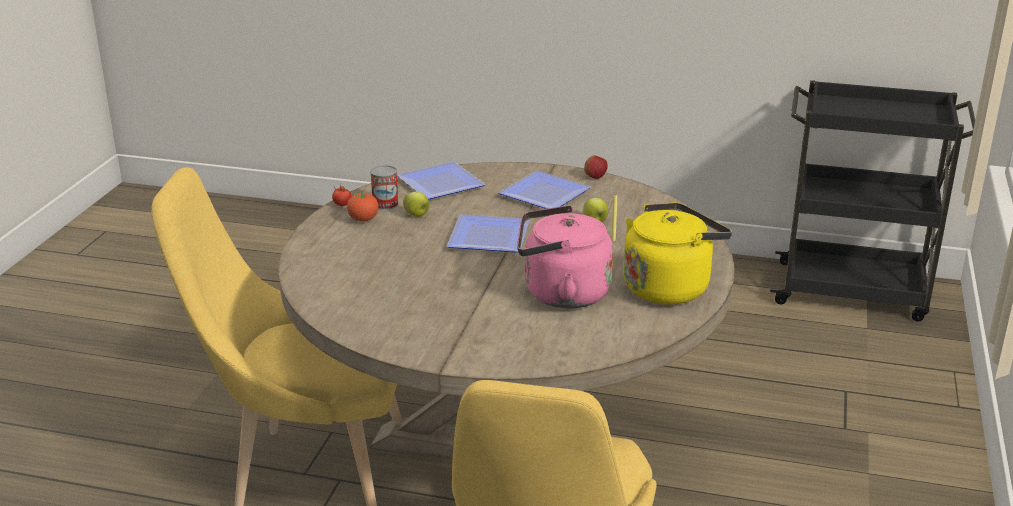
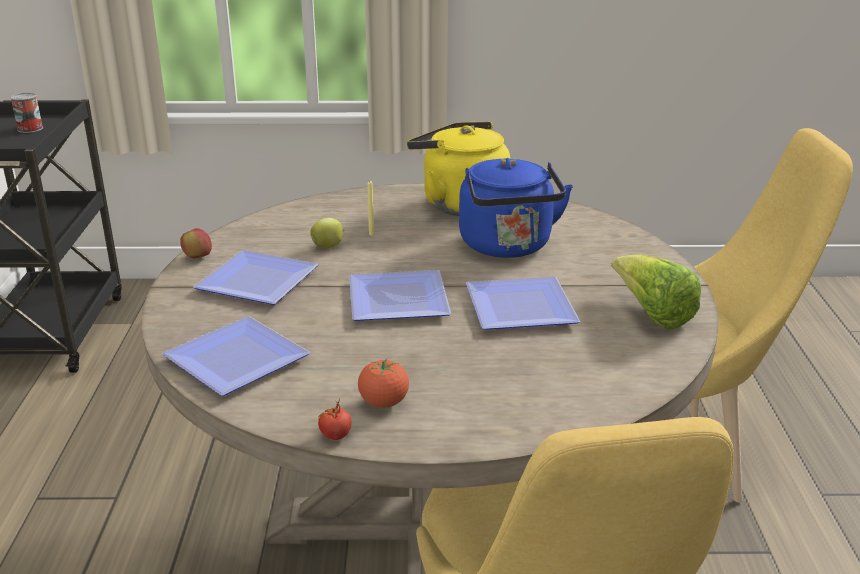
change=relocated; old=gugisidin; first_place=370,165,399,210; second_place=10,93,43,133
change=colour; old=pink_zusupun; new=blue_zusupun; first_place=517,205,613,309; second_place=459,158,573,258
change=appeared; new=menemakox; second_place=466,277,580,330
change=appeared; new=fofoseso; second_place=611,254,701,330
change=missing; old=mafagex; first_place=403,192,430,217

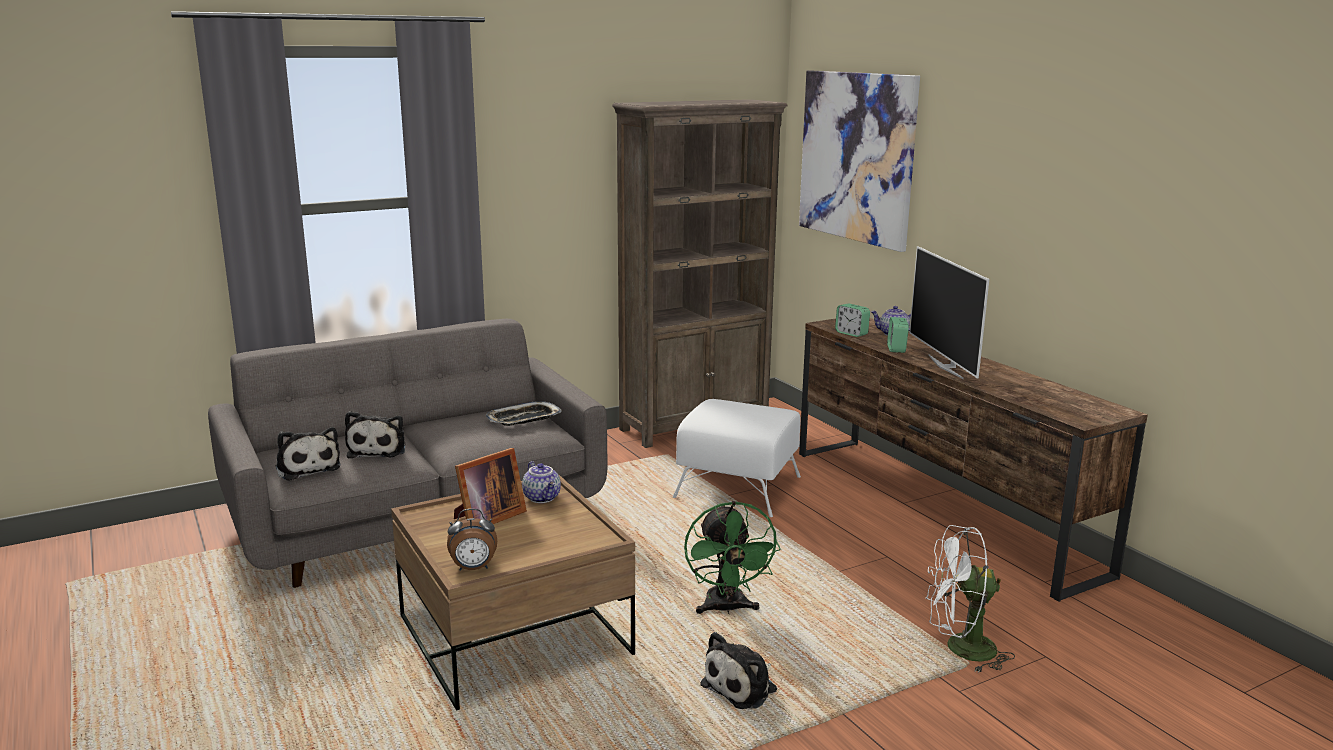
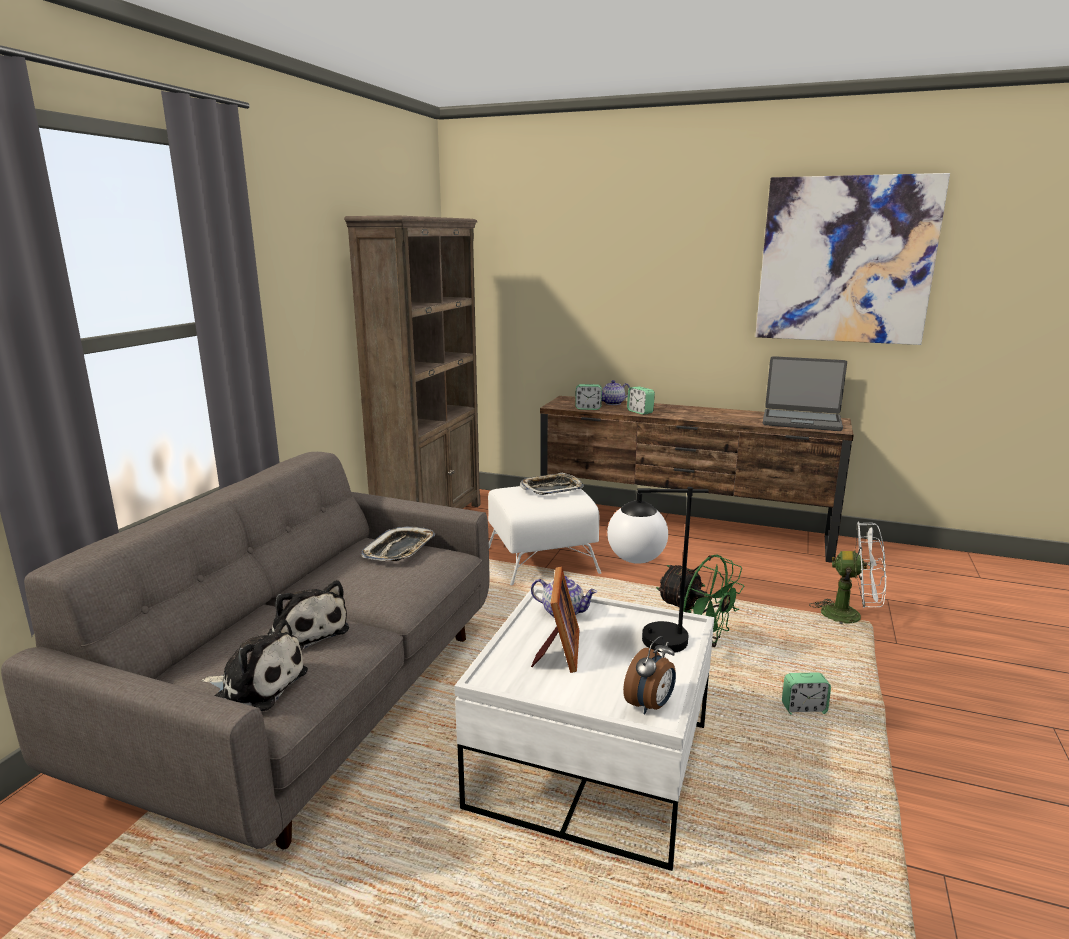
change=colour; old=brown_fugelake; new=white_fugelake; first_place=391,474,635,711; second_place=454,586,714,871
change=appeared; new=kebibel; second_place=520,473,584,495
change=appeared; new=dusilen; second_place=607,487,708,653
change=relocated; old=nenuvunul; first_place=799,71,920,252; second_place=755,173,950,345
change=appeared; new=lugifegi; second_place=763,356,847,431
change=exchanged; old=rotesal; new=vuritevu; first_place=700,632,777,709; second_place=782,672,831,715
change=spun; old=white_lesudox; first_place=925,525,1015,673; second_place=809,521,886,624; degrees=-120
change=missing; old=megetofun; first_place=909,246,989,380

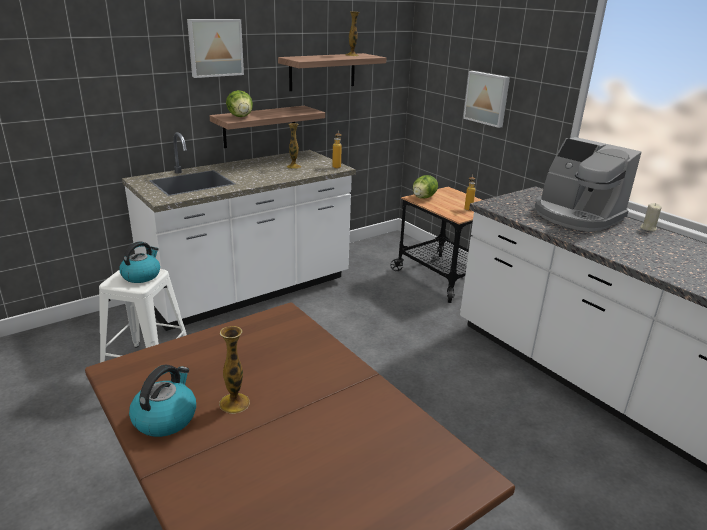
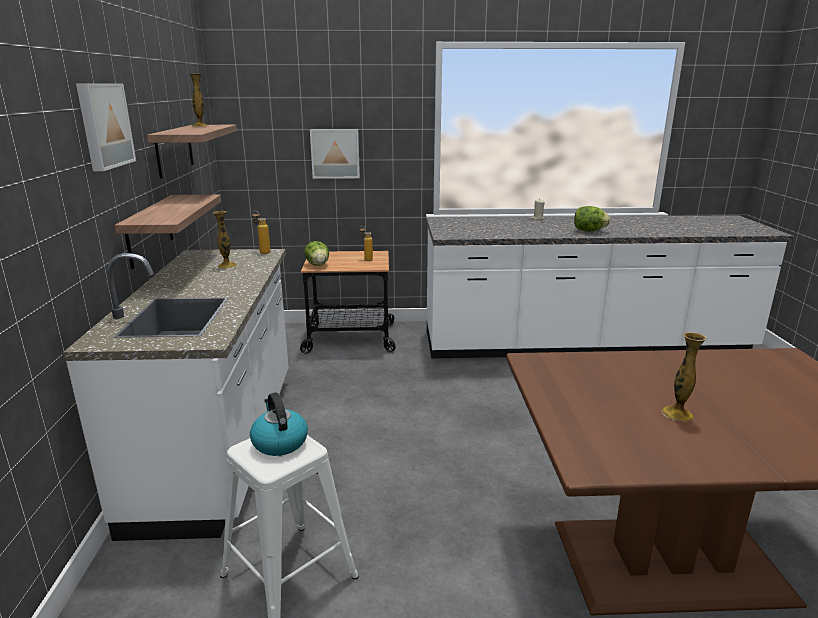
change=relocated; old=fofoseso; first_place=226,90,253,117; second_place=574,206,610,231
change=missing; old=zusupun; first_place=129,365,196,437
change=missing; old=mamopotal; first_place=535,137,641,231

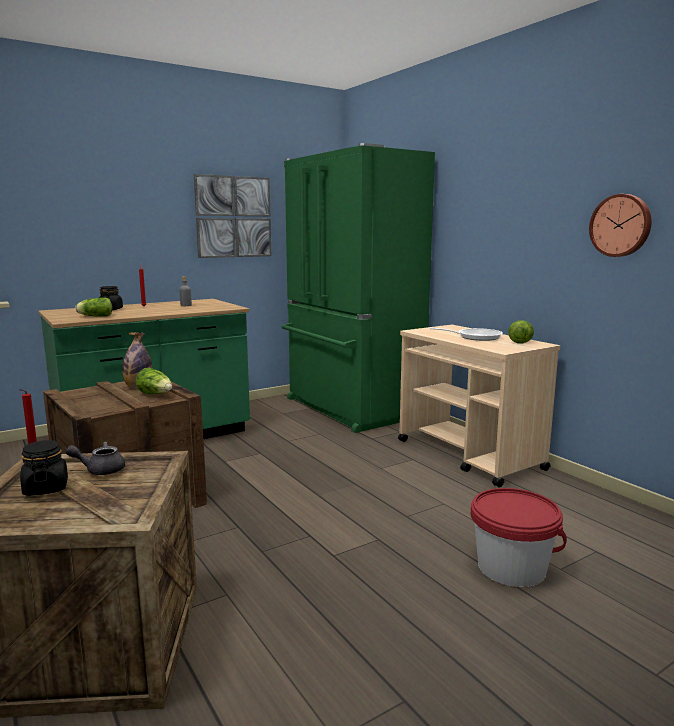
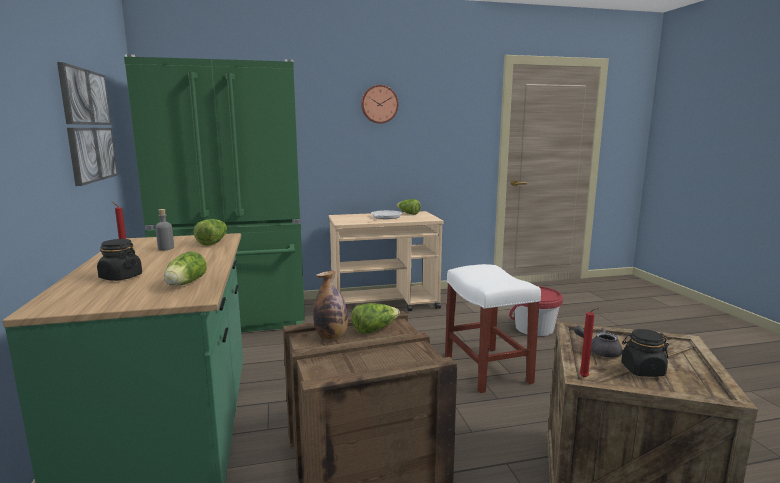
change=appeared; new=fofoseso; second_place=194,219,227,246
change=relocated; old=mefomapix; first_place=589,194,652,257; second_place=361,85,398,124
change=appeared; new=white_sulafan; second_place=445,264,541,393
change=spun; old=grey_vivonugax; first_place=65,442,125,475; second_place=574,325,622,358; degrees=105

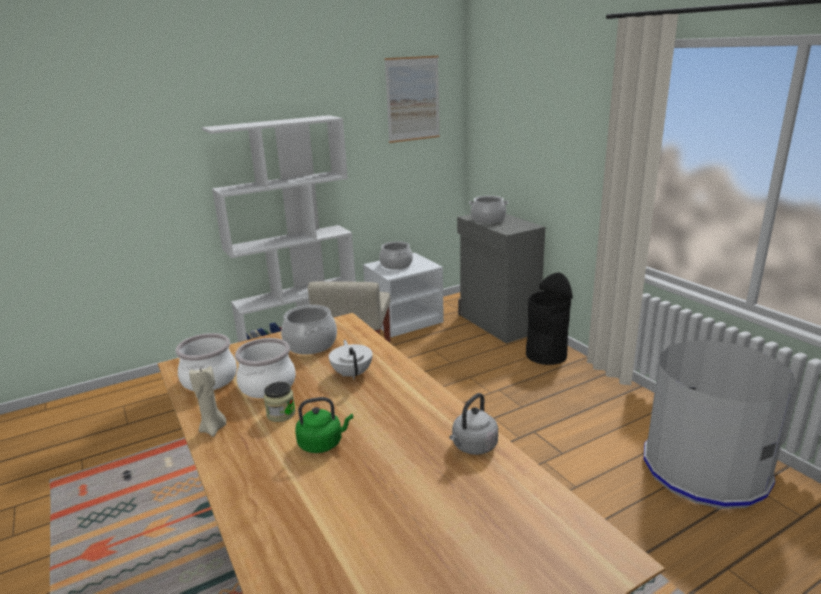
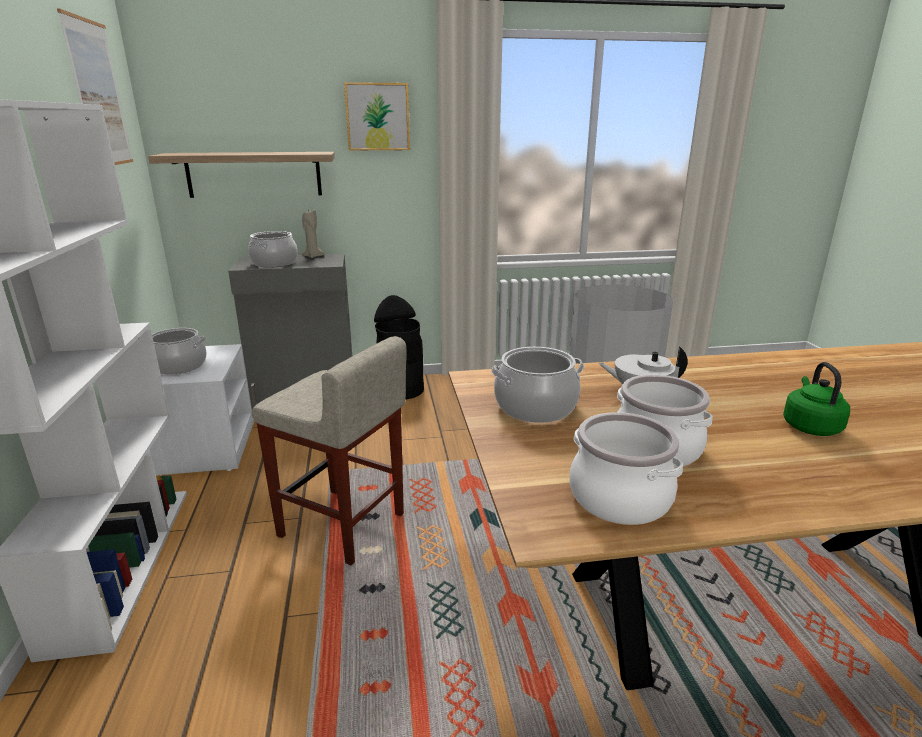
change=appeared; new=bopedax; second_place=148,152,335,198
change=relocated; old=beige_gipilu; first_place=189,366,226,437; second_place=302,210,324,258
change=appeared; new=nenuvunul; second_place=344,82,410,151
change=missing; old=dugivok; first_place=264,382,295,422
change=missing; old=grey_zusupun; first_place=449,393,498,455

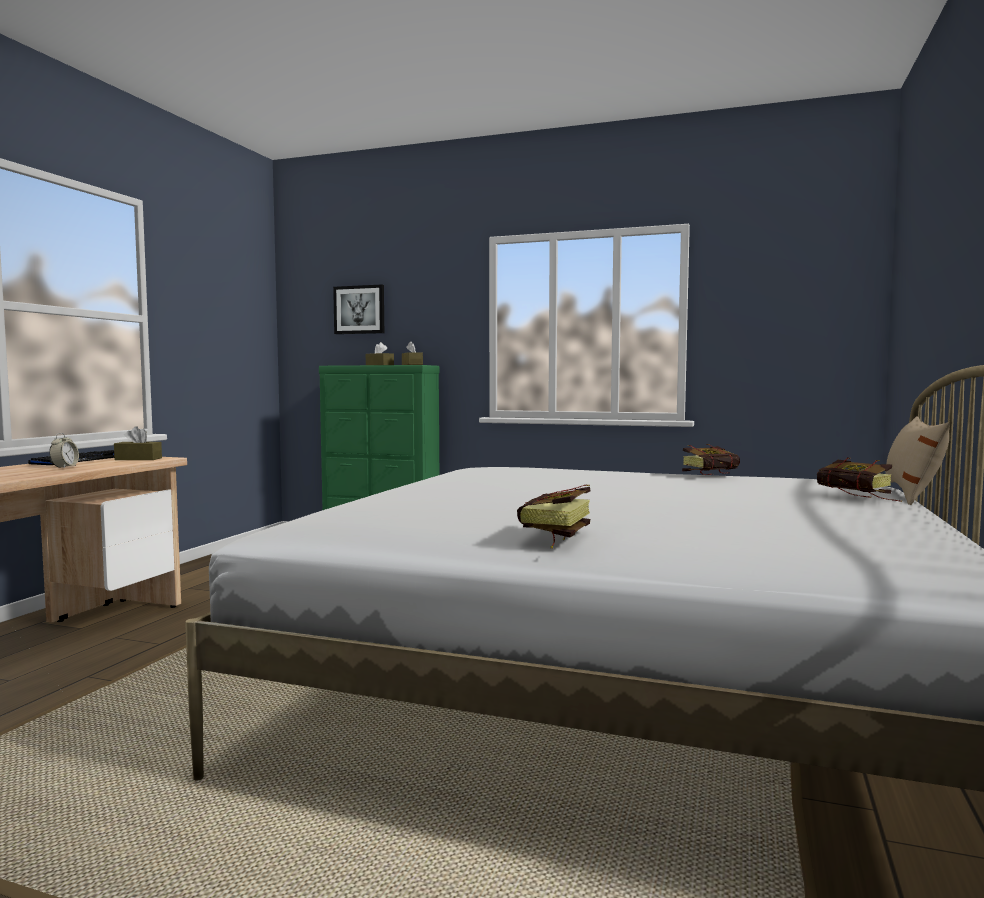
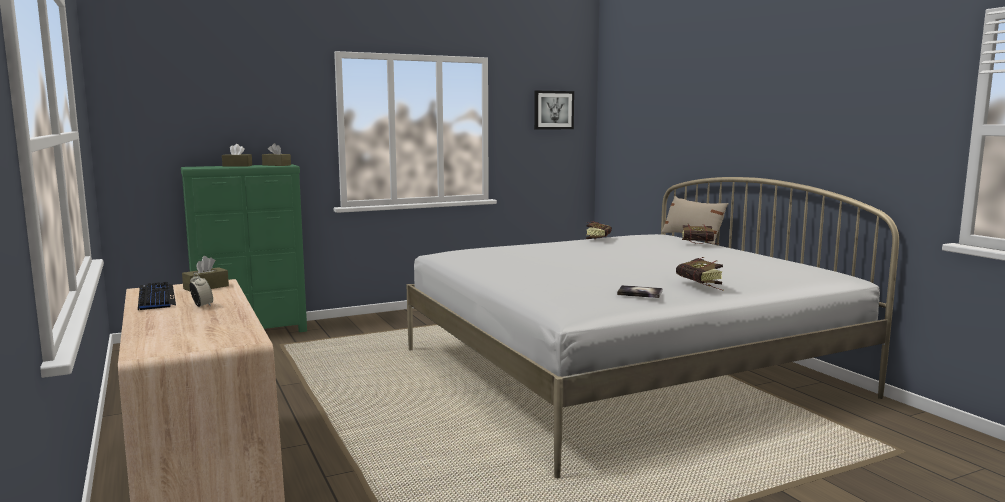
change=relocated; old=nenuvunul; first_place=333,284,384,334; second_place=534,91,574,130
change=appeared; new=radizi; second_place=617,285,662,298

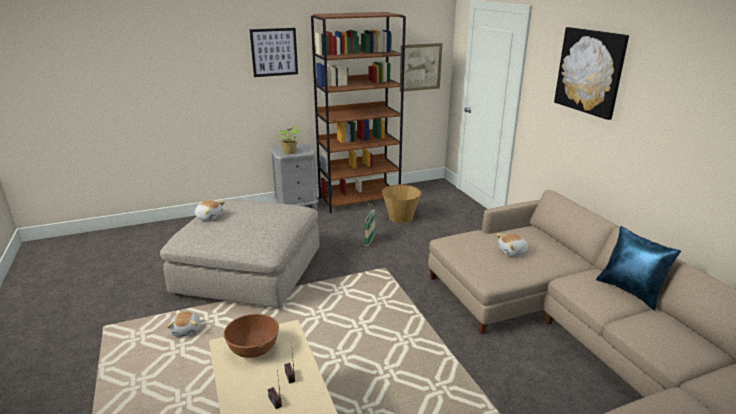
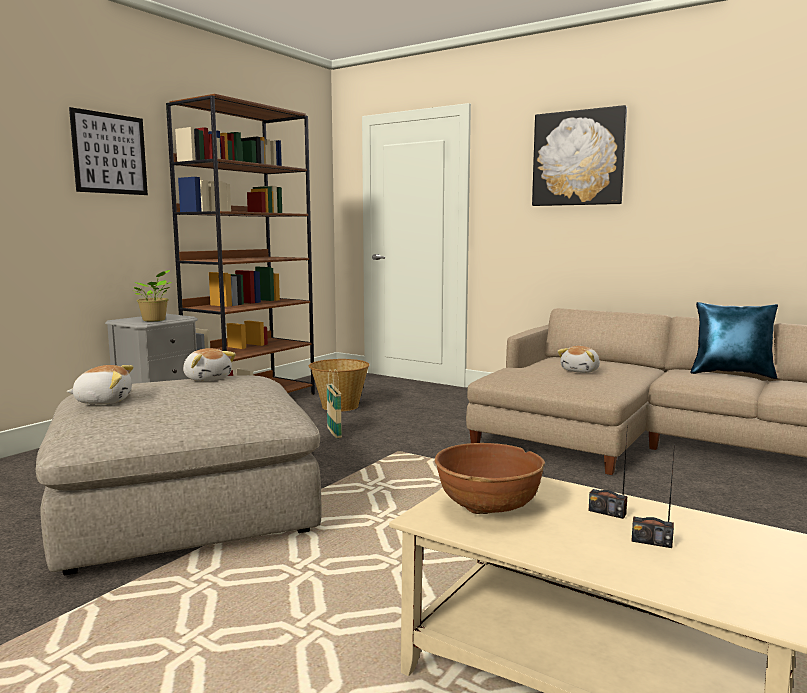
change=relocated; old=rotesal; first_place=167,311,201,337; second_place=183,348,236,381
change=missing; old=nenuvunul; first_place=400,43,442,92

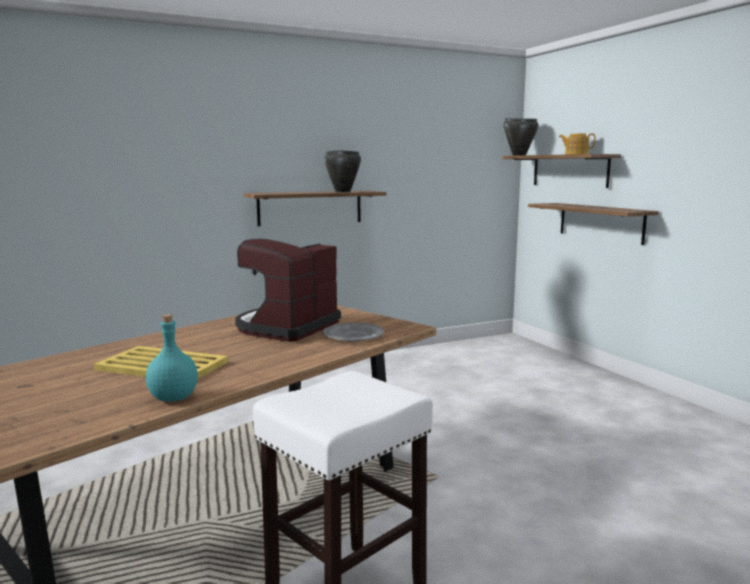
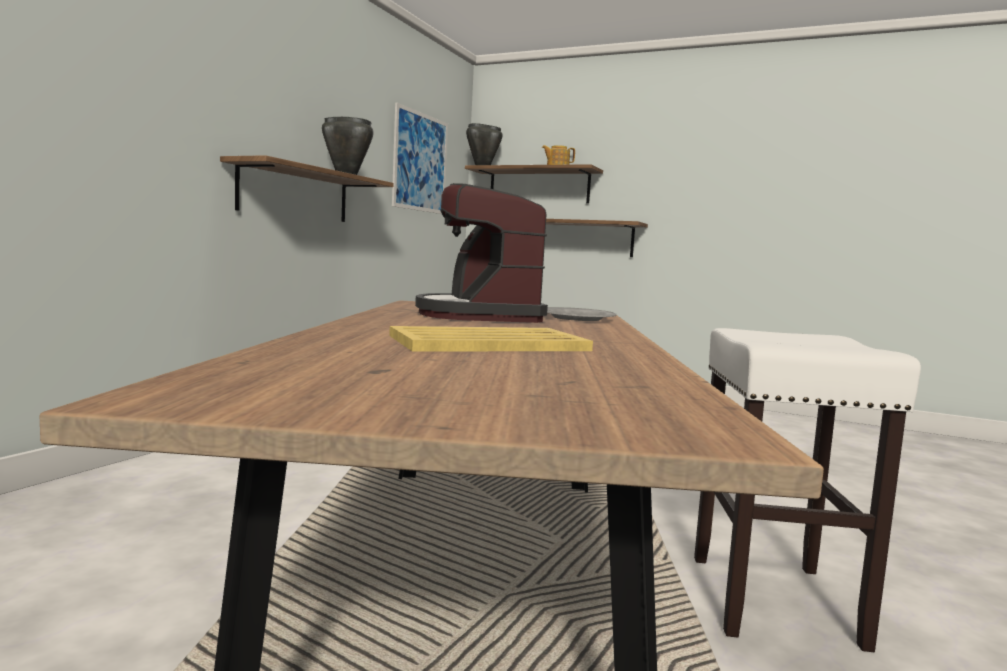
change=appeared; new=nenuvunul; second_place=392,103,448,214
change=missing; old=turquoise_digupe; first_place=146,314,198,402

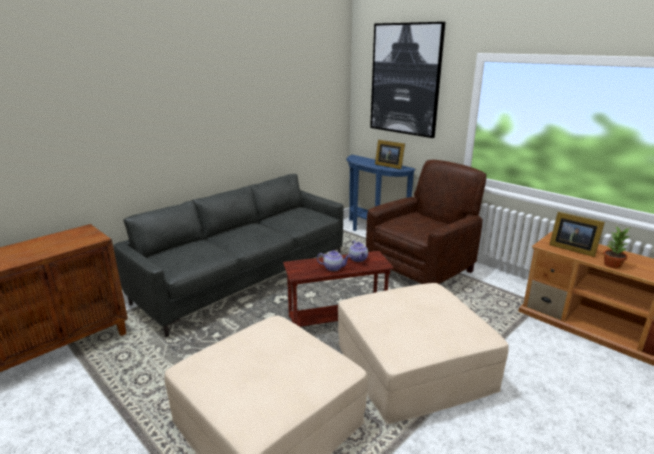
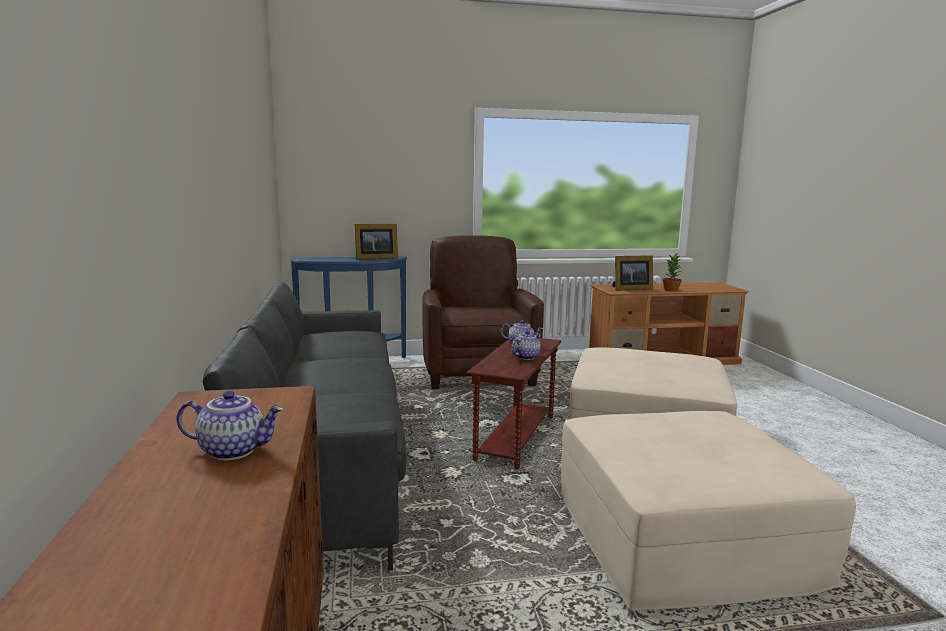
change=appeared; new=vivonugax; second_place=177,391,284,460
change=missing; old=nenuvunul; first_place=370,22,445,138

